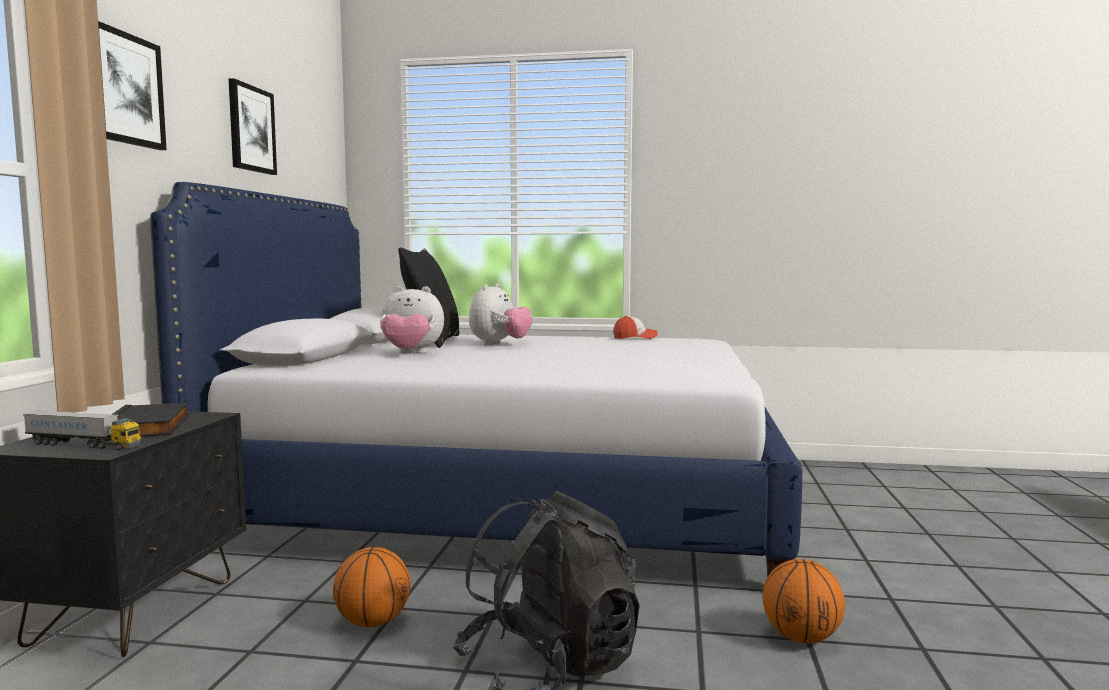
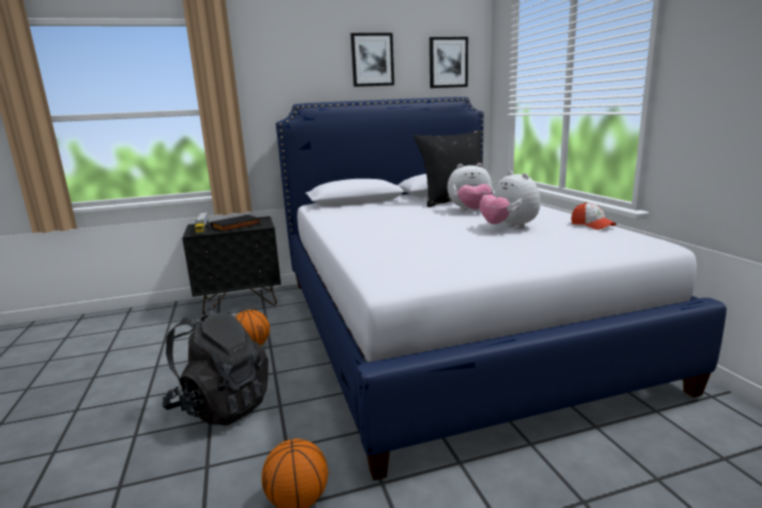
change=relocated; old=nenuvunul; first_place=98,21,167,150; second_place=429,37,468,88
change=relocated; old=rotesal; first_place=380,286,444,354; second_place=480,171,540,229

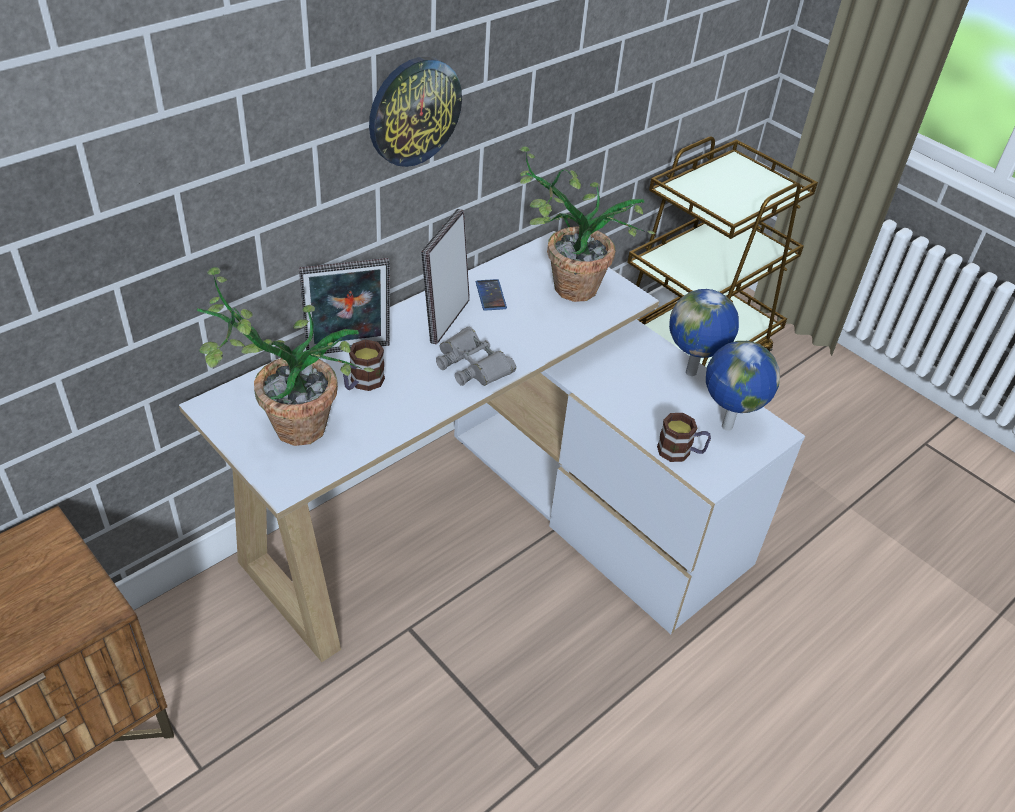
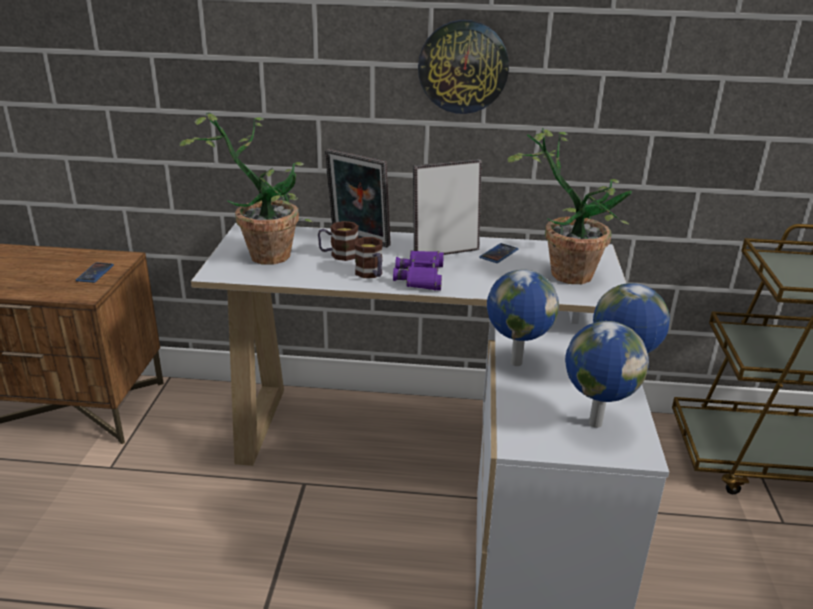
change=appeared; new=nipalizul; second_place=76,262,114,283
change=relocated; old=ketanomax; first_place=657,413,711,462; second_place=355,237,383,278
change=colour; old=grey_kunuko; new=purple_kunuko; first_place=436,327,516,386; second_place=393,250,444,291
change=appeared; new=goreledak; second_place=487,269,559,366

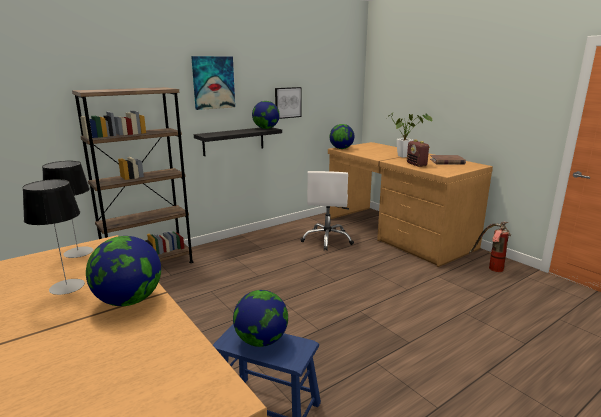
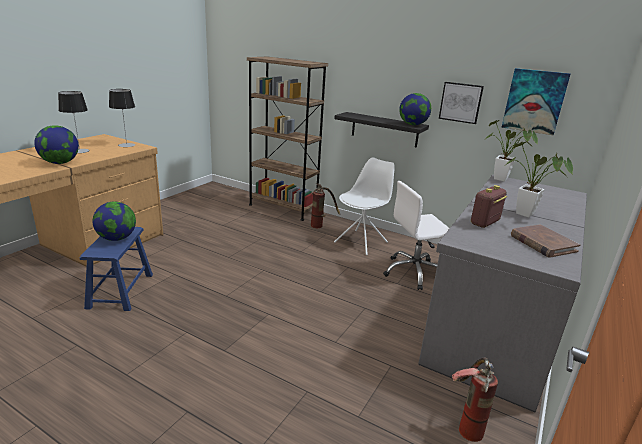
change=appeared; new=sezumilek; second_place=311,184,340,228
change=appeared; new=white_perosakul; second_place=334,158,395,255
change=colour; old=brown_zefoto; new=grey_zefoto; first_place=328,142,493,267; second_place=418,175,587,412
change=exchanged; old=goreledak; new=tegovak; first_place=330,124,354,149; second_place=485,120,538,181
change=relocated; old=nenuvunul; first_place=191,56,235,110; second_place=501,68,571,135

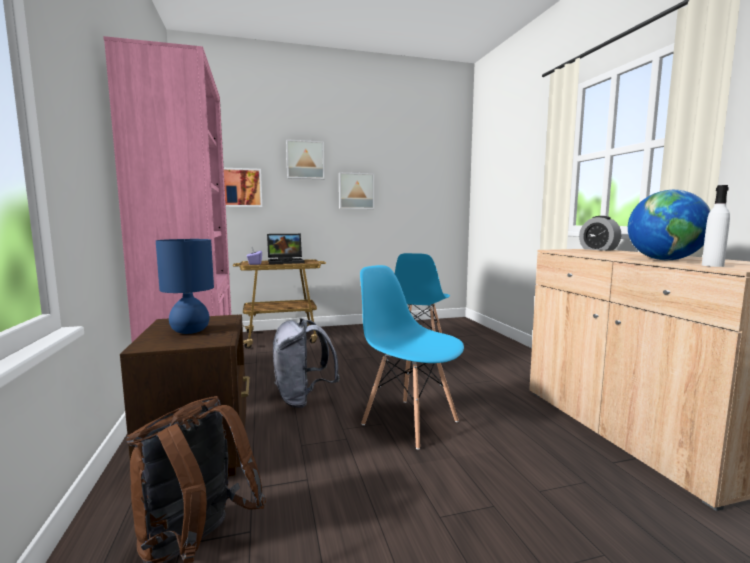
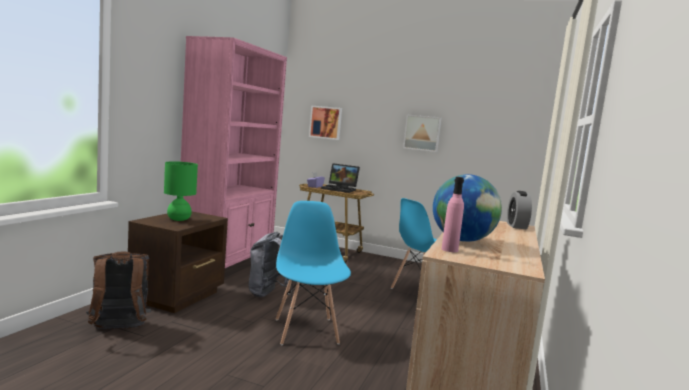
change=colour; old=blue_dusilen; new=green_dusilen; first_place=156,239,214,334; second_place=164,161,198,221
change=colour; old=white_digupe; new=pink_digupe; first_place=702,185,730,267; second_place=442,177,464,252
change=missing; old=nenuvunul; first_place=286,139,325,179

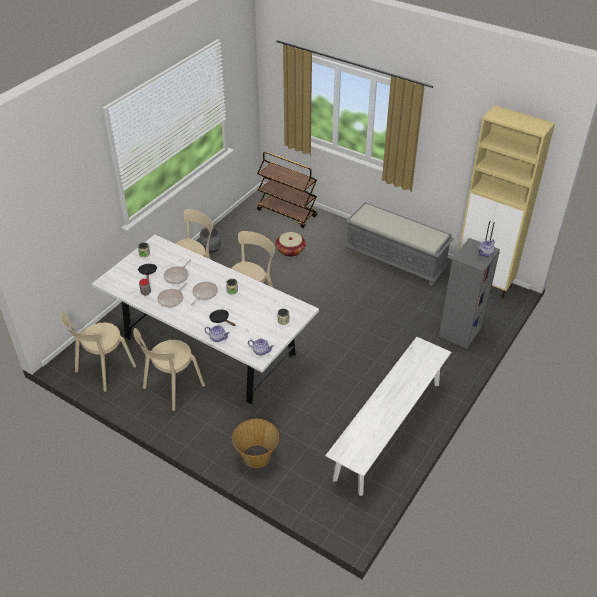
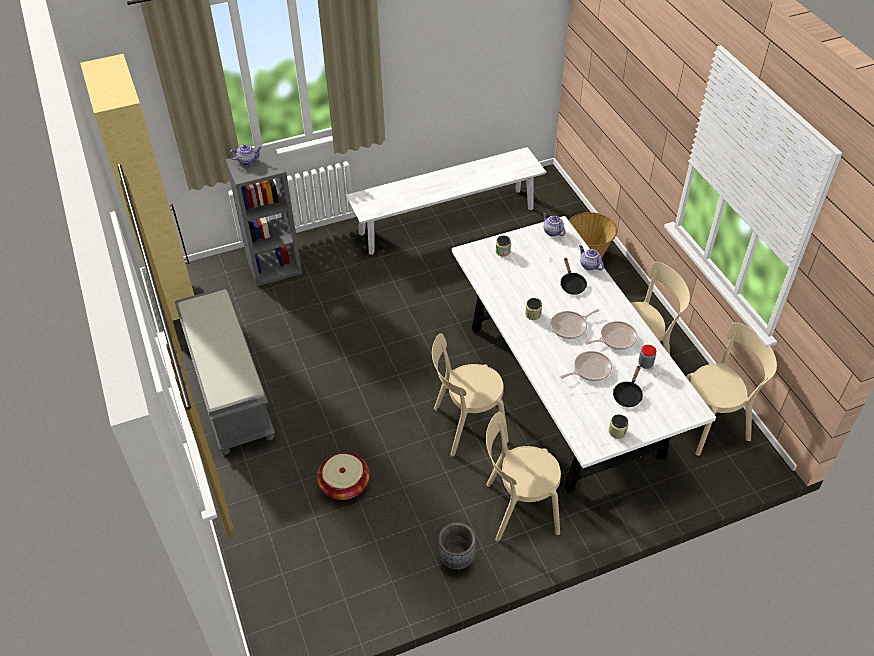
change=missing; old=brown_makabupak; first_place=257,151,317,228

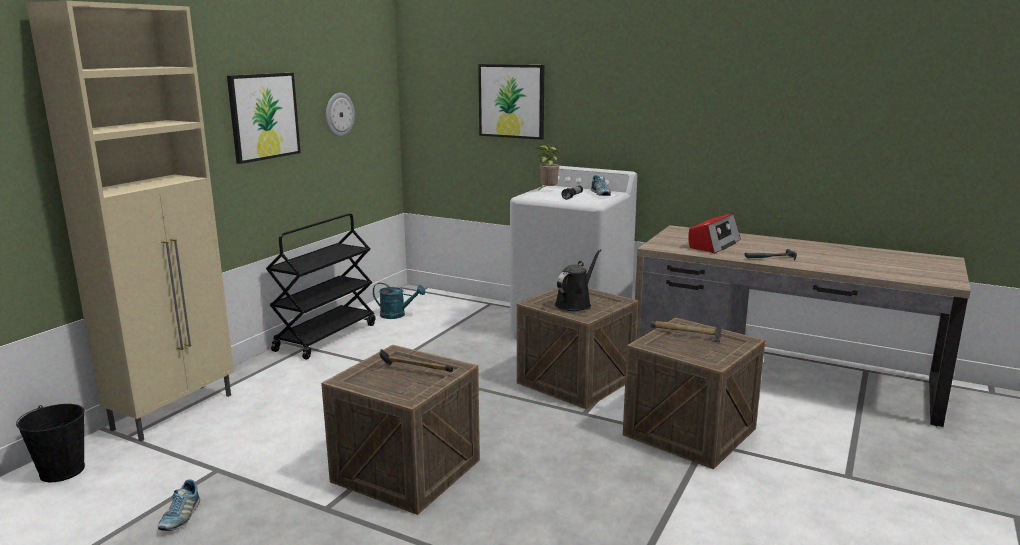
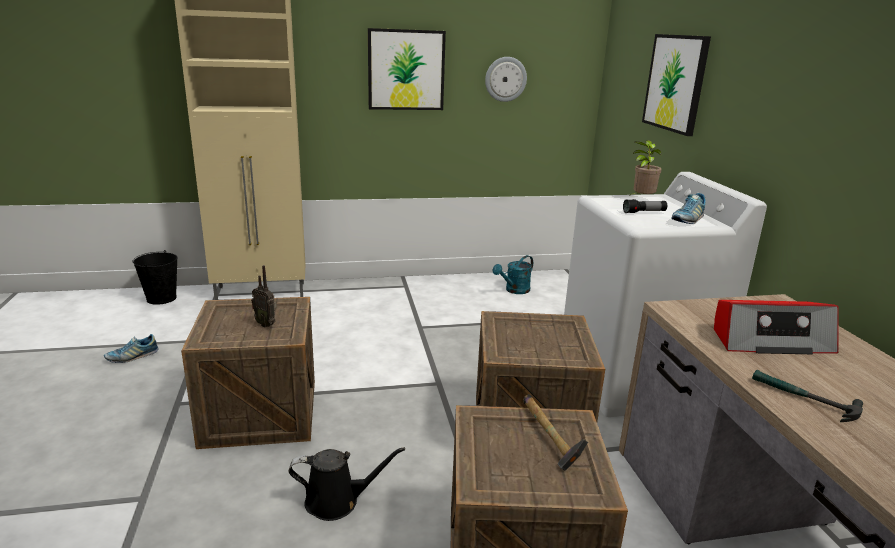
change=exchanged; old=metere; new=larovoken; first_place=379,349,453,372; second_place=251,265,277,328
change=relocated; old=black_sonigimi; first_place=555,249,601,311; second_place=289,447,405,521
change=spun; old=turquoise_sonigimi; first_place=373,283,425,319; second_place=493,255,533,294; degrees=75
change=missing; old=black_makabupak; first_place=266,213,375,360

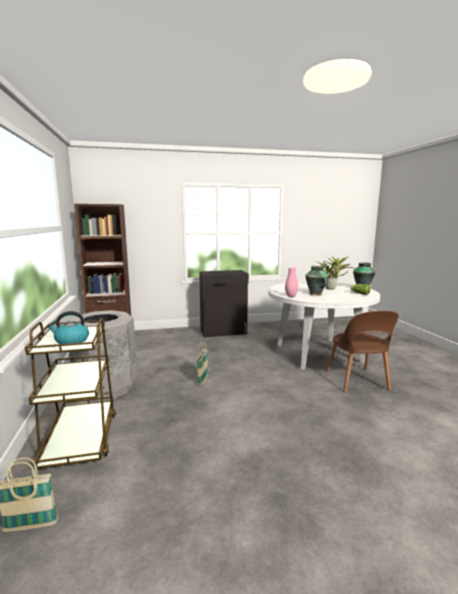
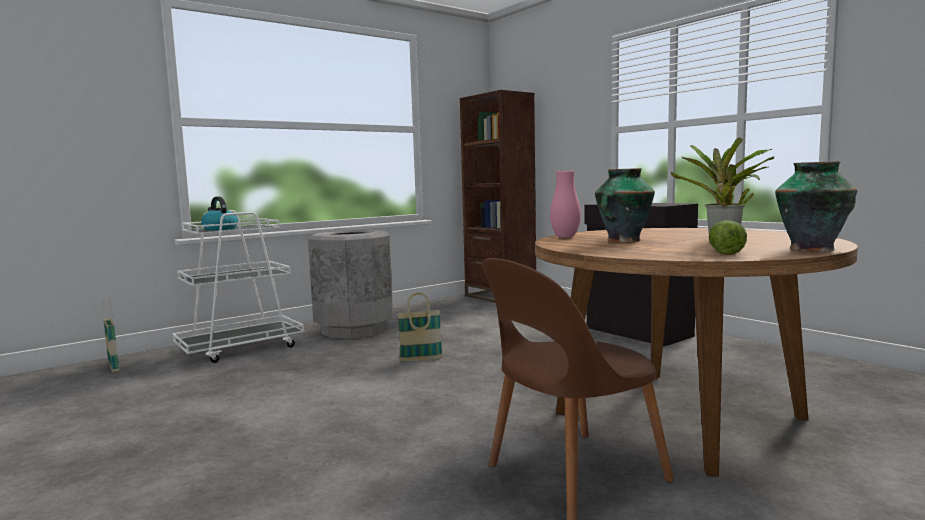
change=colour; old=brown_makabupak; new=white_makabupak; first_place=25,318,116,469; second_place=172,210,304,363
change=colour; old=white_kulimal; new=brown_kulimal; first_place=268,281,380,370; second_place=535,228,858,477

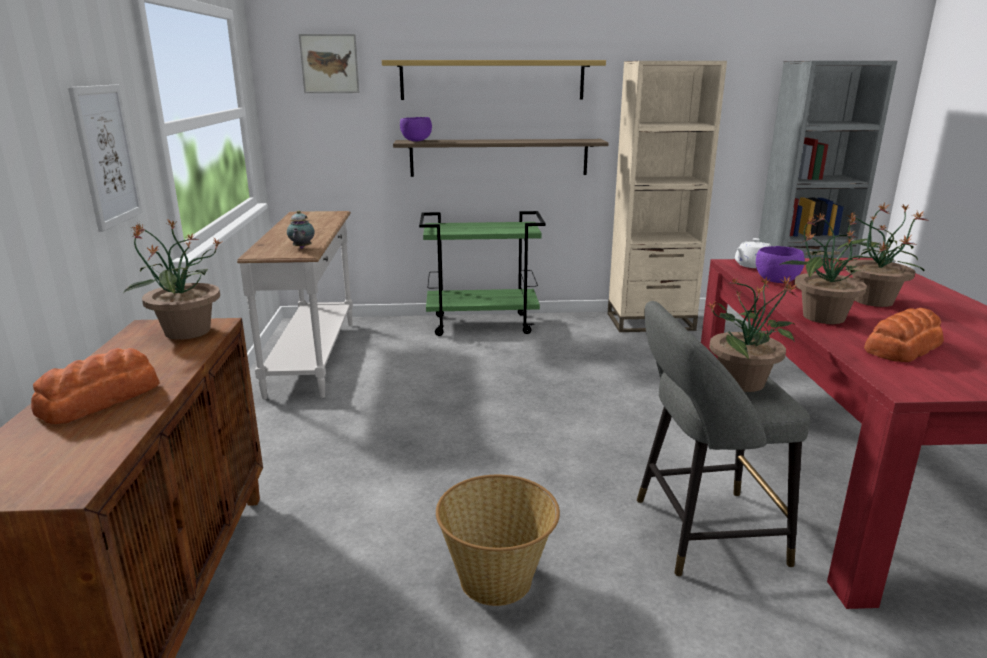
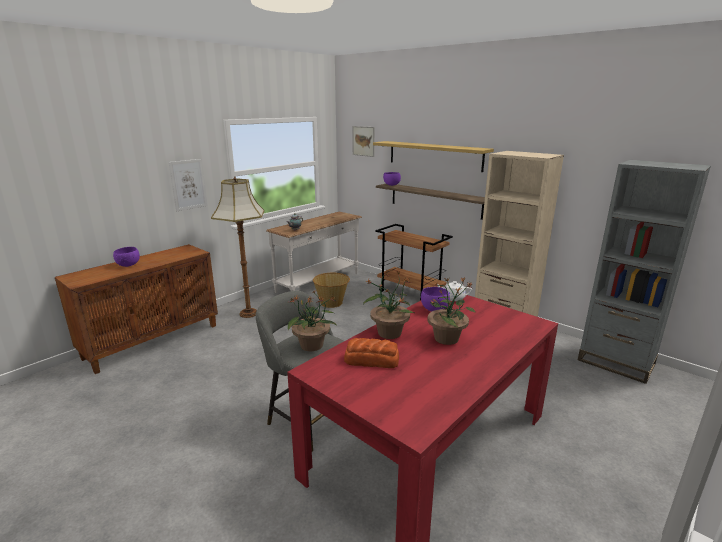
change=exchanged; old=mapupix; new=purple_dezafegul; first_place=31,348,159,424; second_place=113,247,140,267
change=appeared; new=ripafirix; second_place=211,176,264,318
change=relocated; old=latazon; first_place=436,475,560,606; second_place=313,273,350,308
change=colour; old=green_makabupak; new=brown_makabupak; first_place=419,211,546,336; second_place=375,224,453,301
change=missing; old=tegovak; first_place=123,220,223,340

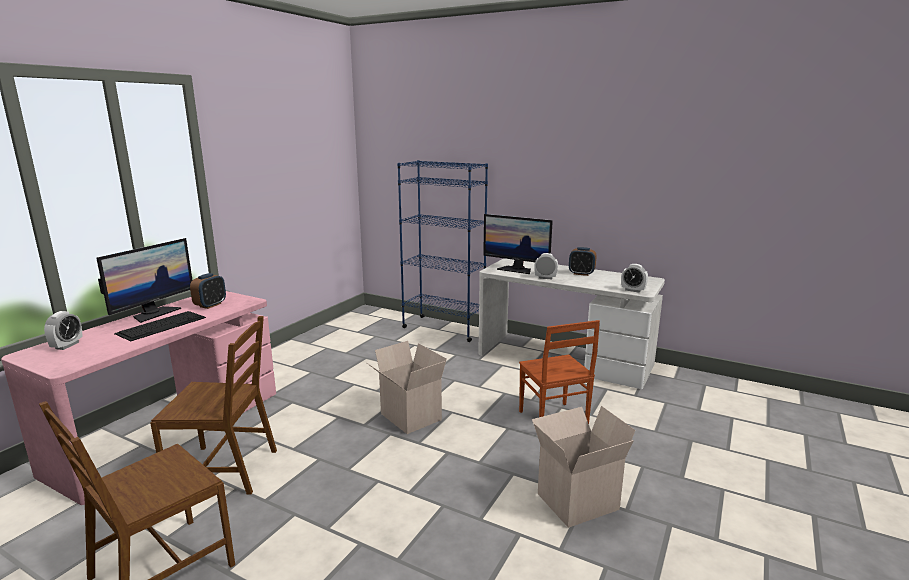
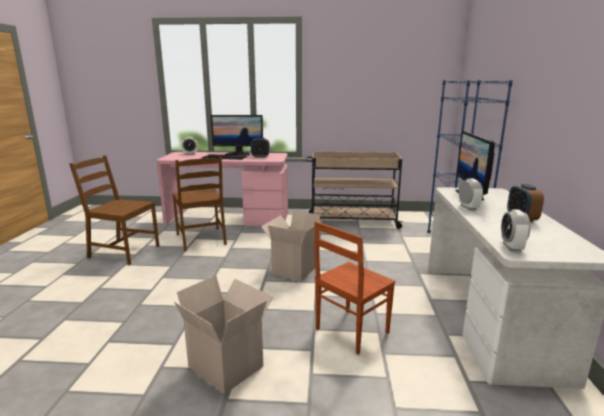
change=appeared; new=beige_makabupak; second_place=306,151,404,229

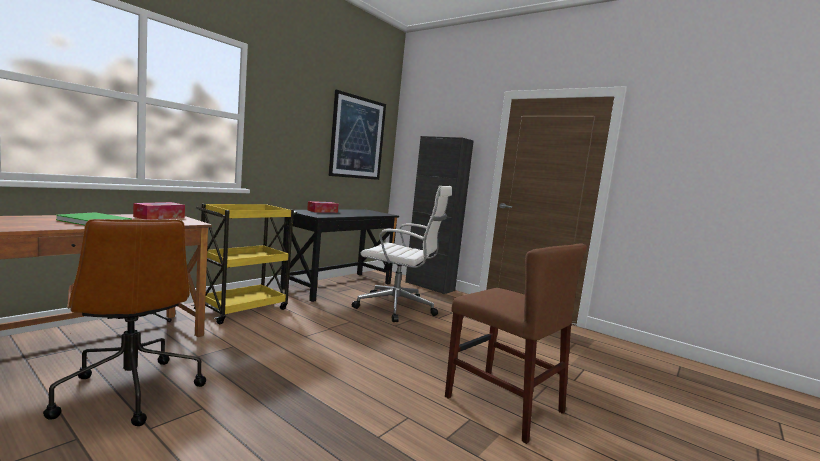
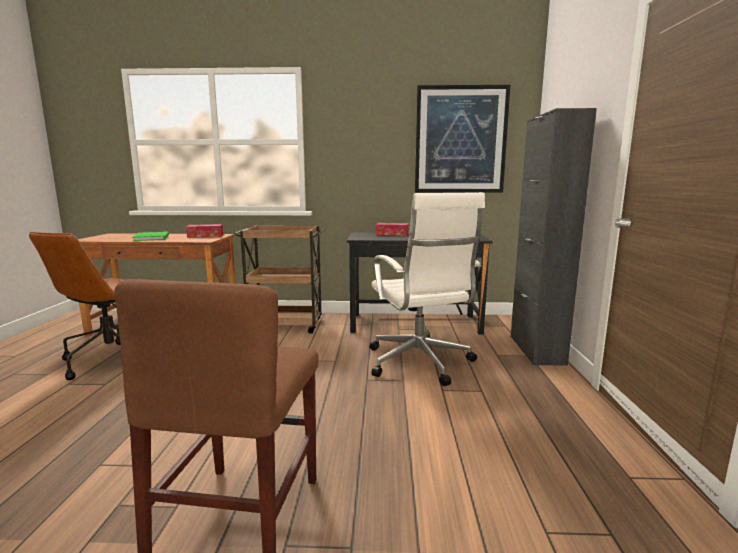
change=colour; old=yellow_makabupak; new=brown_makabupak; first_place=192,204,297,324; second_place=234,226,325,334

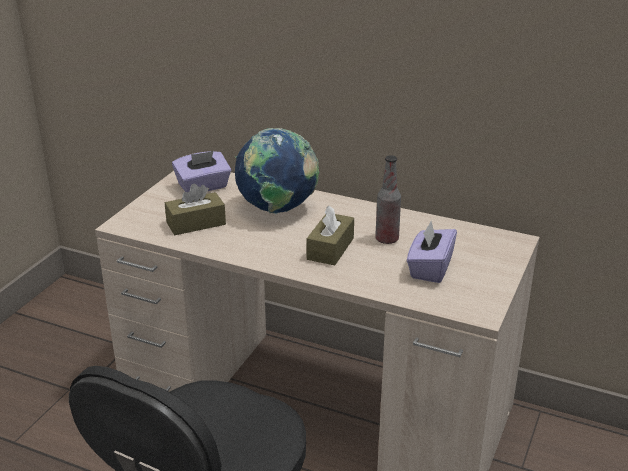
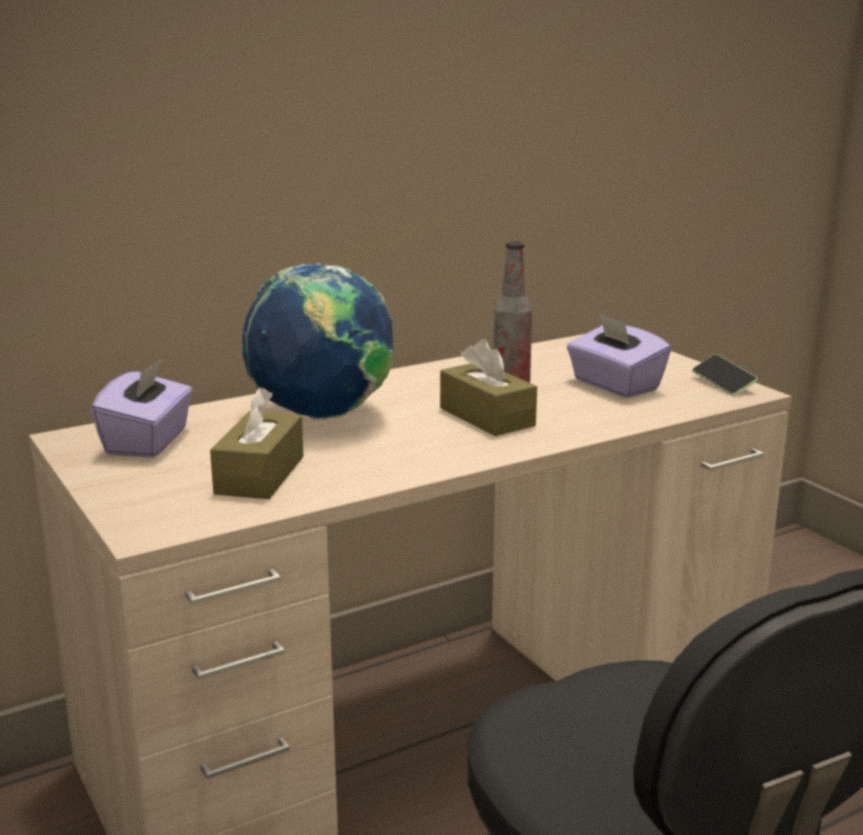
change=appeared; new=nipalizul; second_place=692,355,758,396

